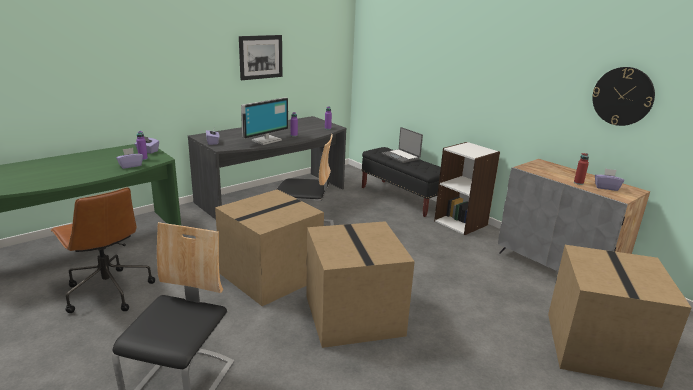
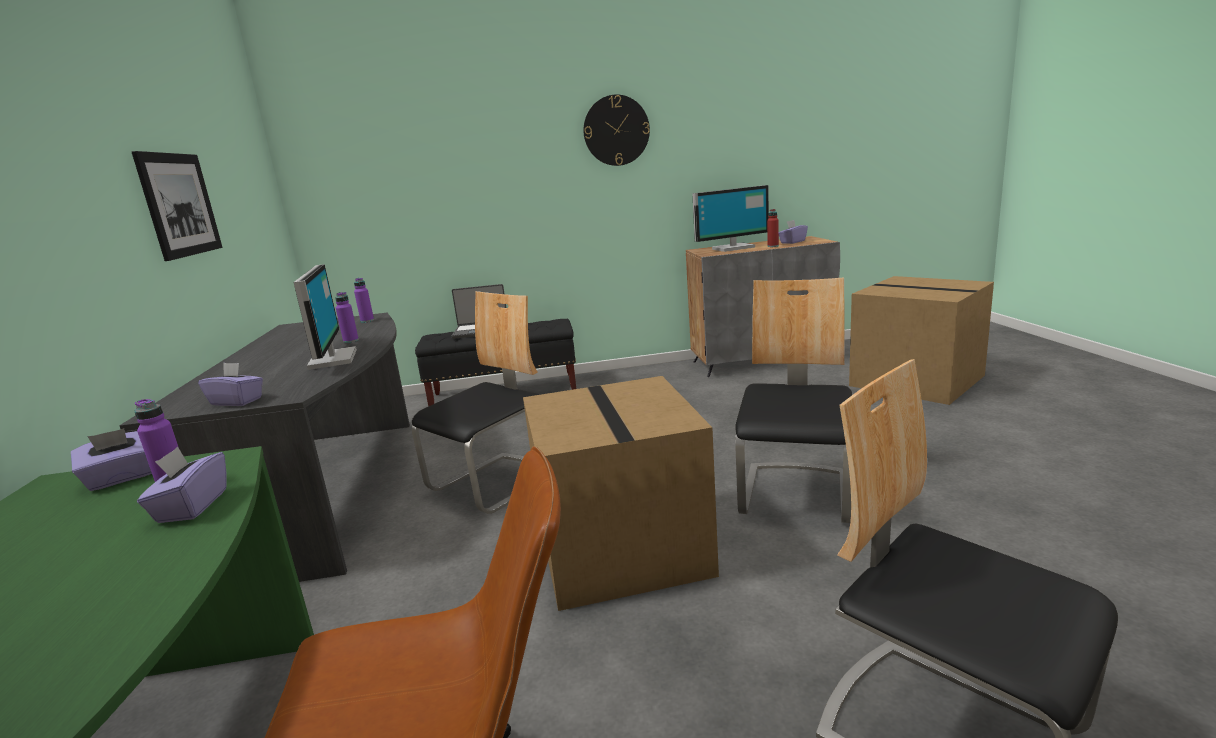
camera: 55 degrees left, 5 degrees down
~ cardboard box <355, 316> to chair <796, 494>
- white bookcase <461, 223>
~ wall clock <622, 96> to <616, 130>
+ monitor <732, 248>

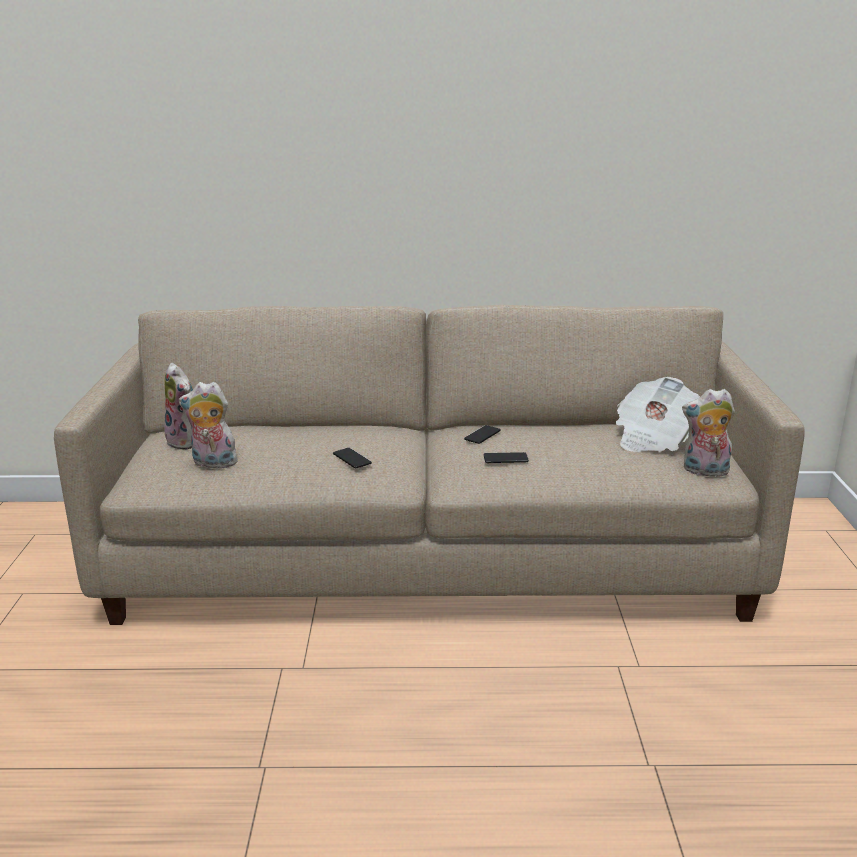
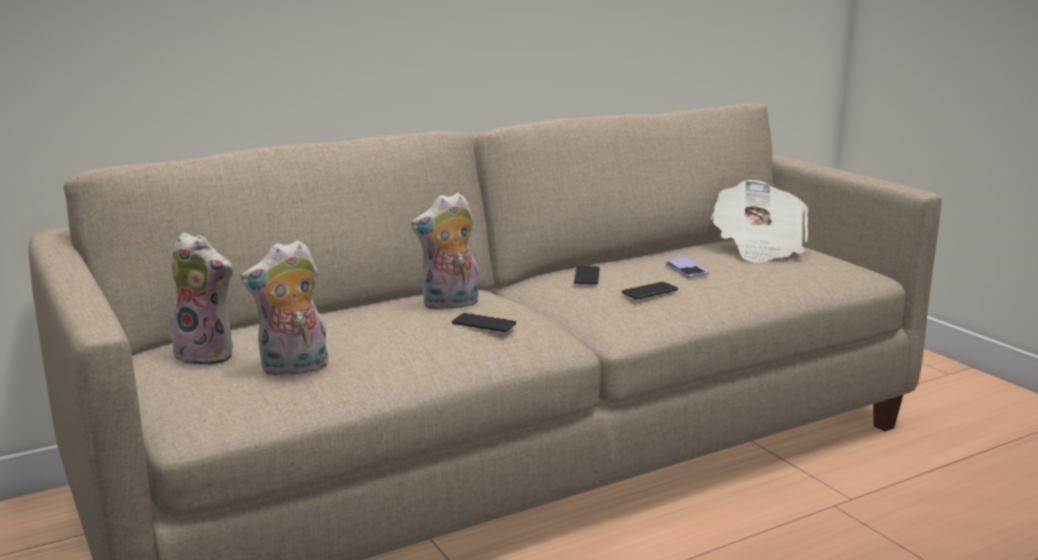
camera: 30 degrees left, 5 degrees down
~ plush toy <704, 472> to <450, 305>
+ phone <686, 270>

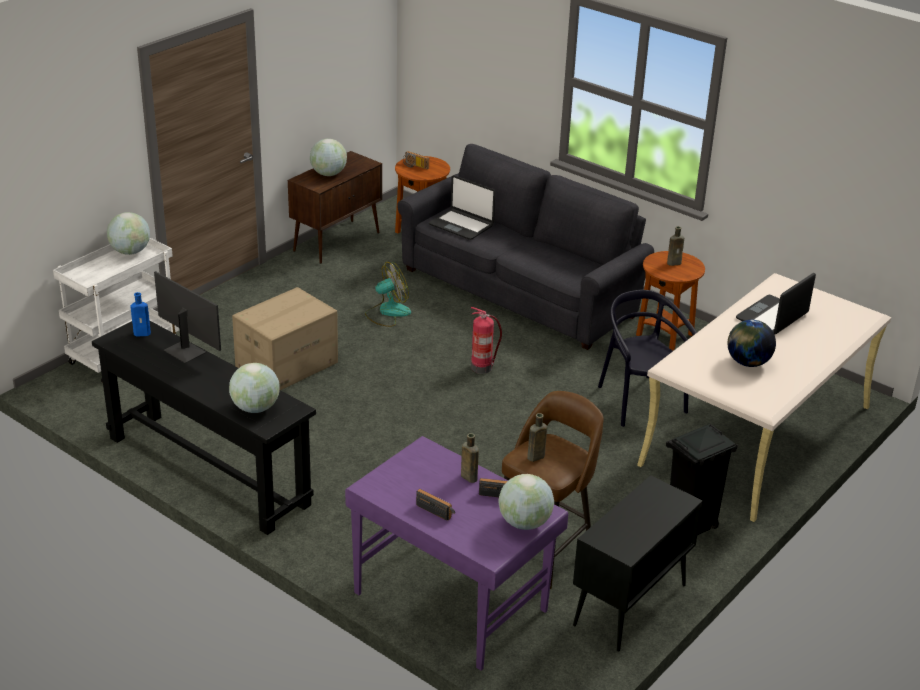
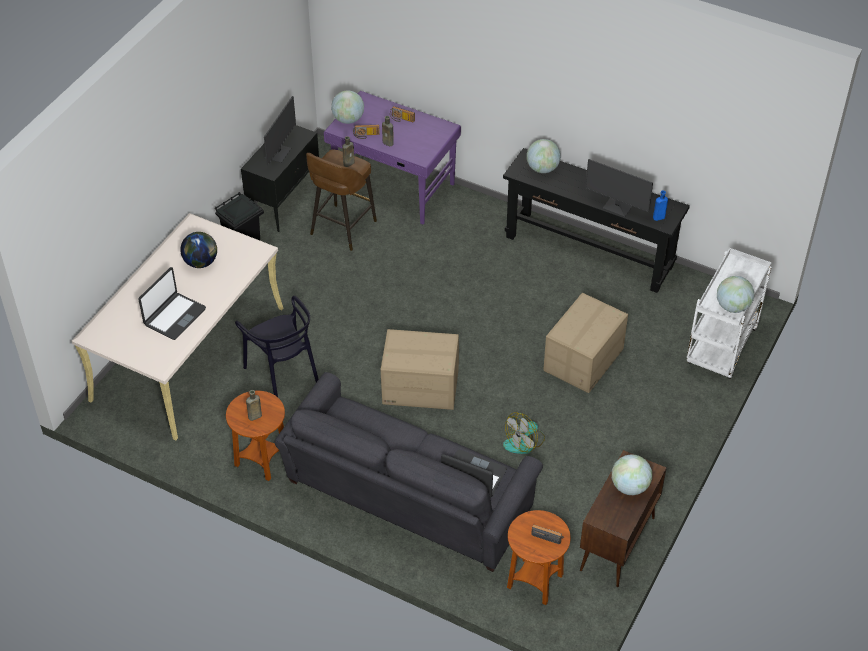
camera: 170 degrees right, 15 degrees up
~ fire extinguisher <482, 368> to cardboard box <420, 387>
+ monitor <278, 153>

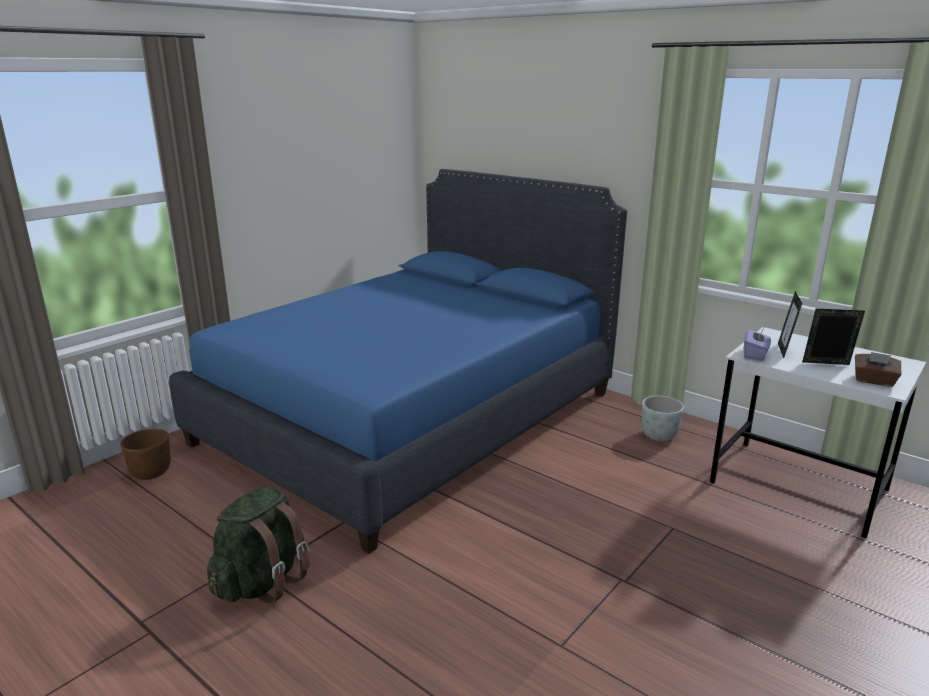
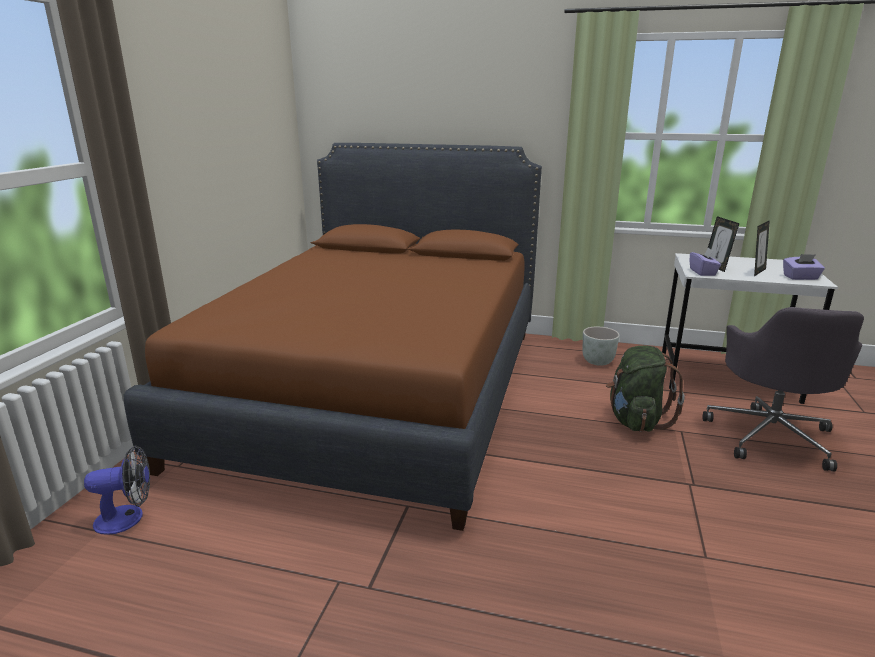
camera: 25 degrees left, 0 degrees up
~ brown planter <151, 473> to fan <128, 518>
~ blue bed <413, 417> to brown bed <379, 390>
~ green backpack <262, 582> to <635, 420>
~ picture frame <826, 365> = <756, 272> 150 degrees clockwise
~ brown tissue box <874, 381> to purple tissue box <800, 277>
+ grey office chair <770, 435>

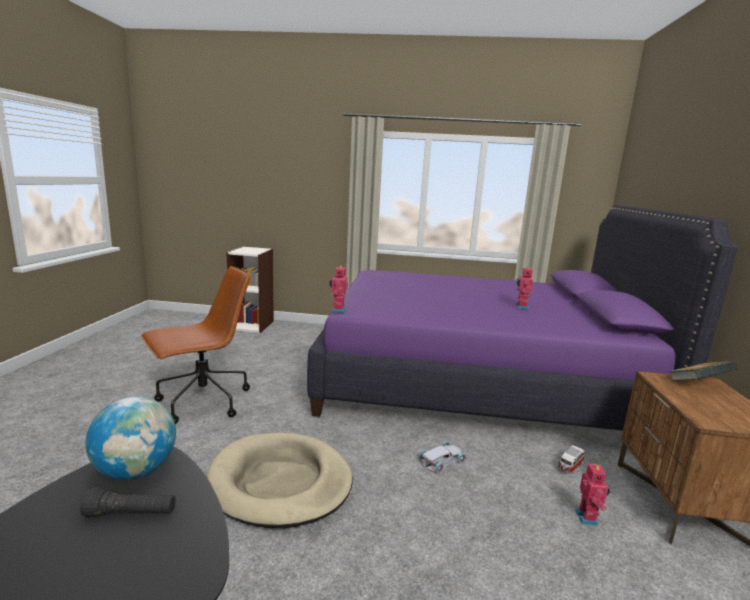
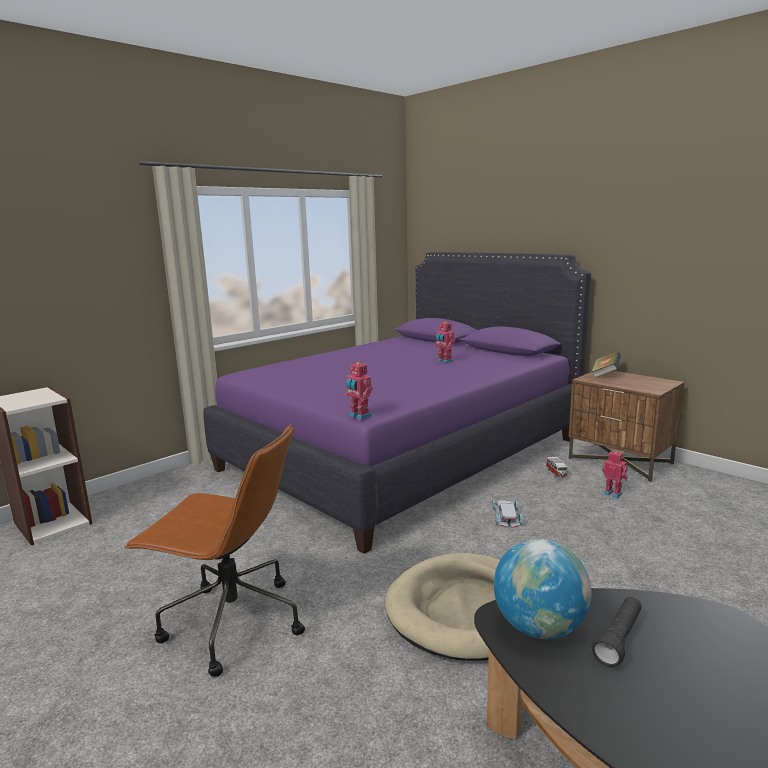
camera: 50 degrees left, 0 degrees up
~ brown office chair <202, 402> = <231, 623> 105 degrees clockwise

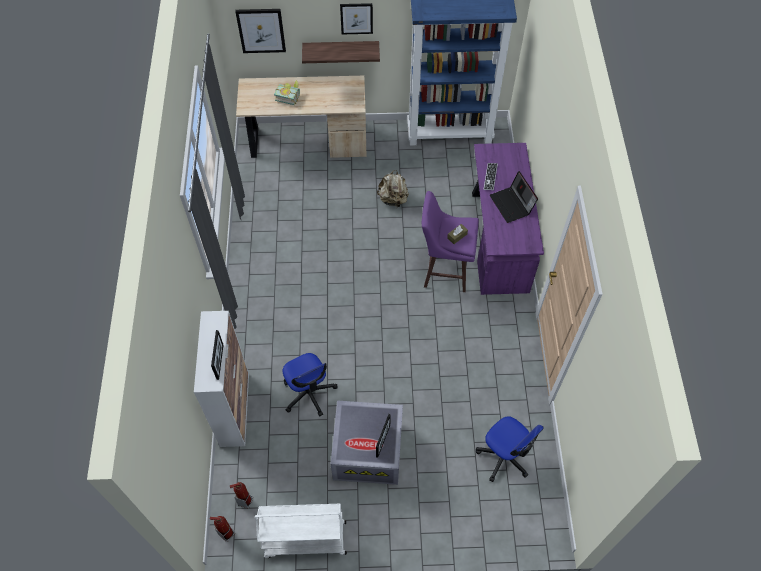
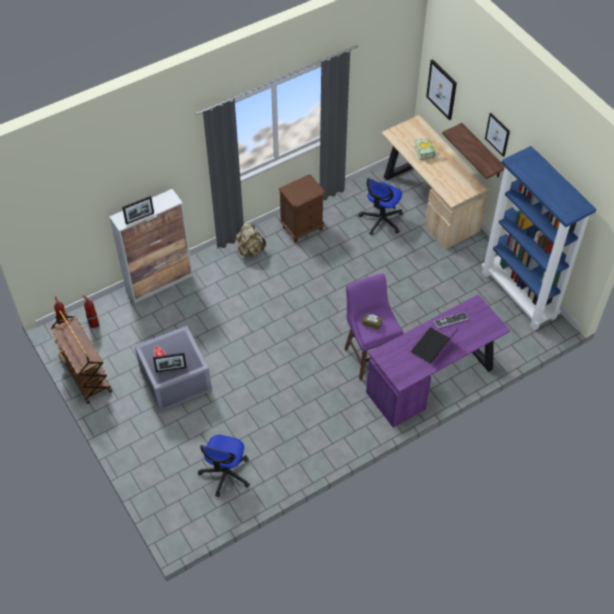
camera: 60 degrees right, 5 degrees down
~ white cart <304, 540> to brown cart <85, 374>
~ office chair <309, 393> to <381, 220>
~ beige backpack <393, 199> to <250, 250>
+ brown nightstand <302, 228>

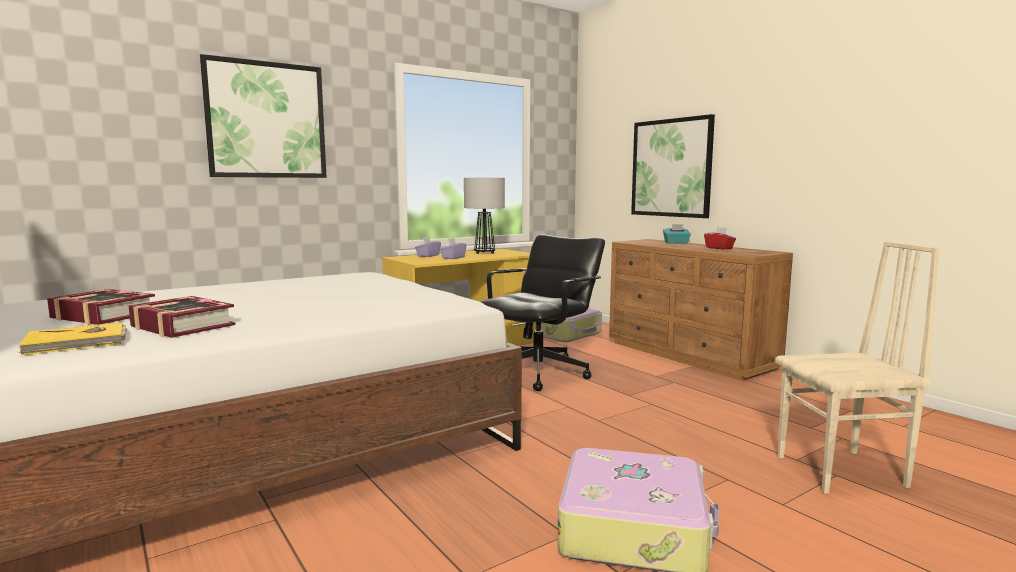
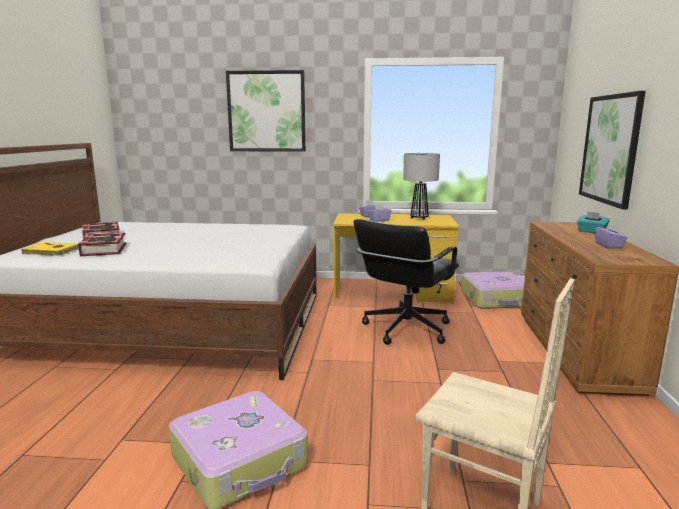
camera: 40 degrees right, 5 degrees up
~ black office chair <539, 373> = <405, 329> 135 degrees clockwise
~ red tissue box <719, 248> to purple tissue box <609, 246>

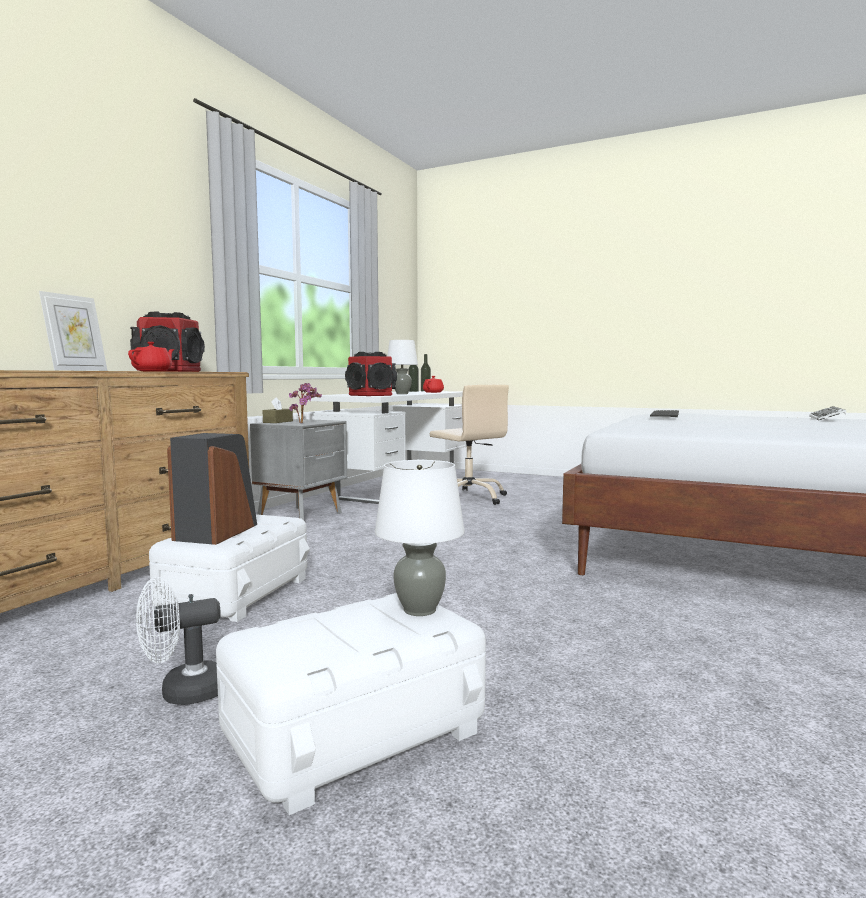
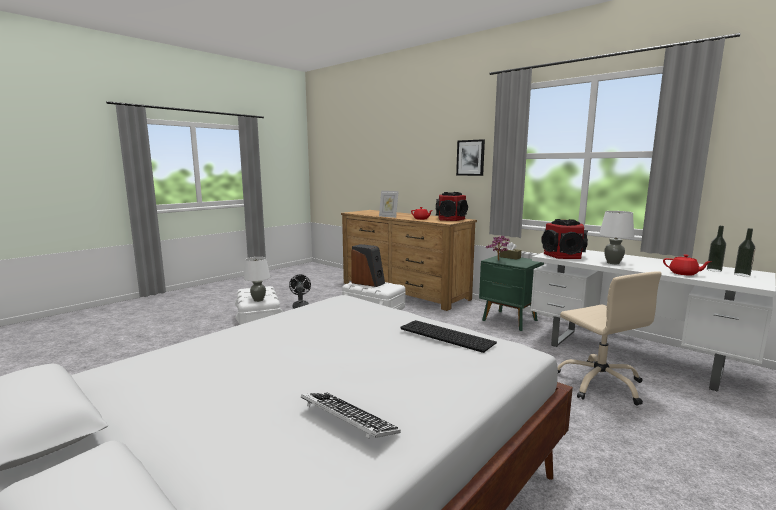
camera: 105 degrees right, 5 degrees up
~ white fan <183, 693> to black fan <300, 306>
~ grey nightstand <302, 516> to green nightstand <509, 321>
~ beige office chair <469, 498> = <600, 383> 90 degrees counterclockwise
+ picture <470, 158>

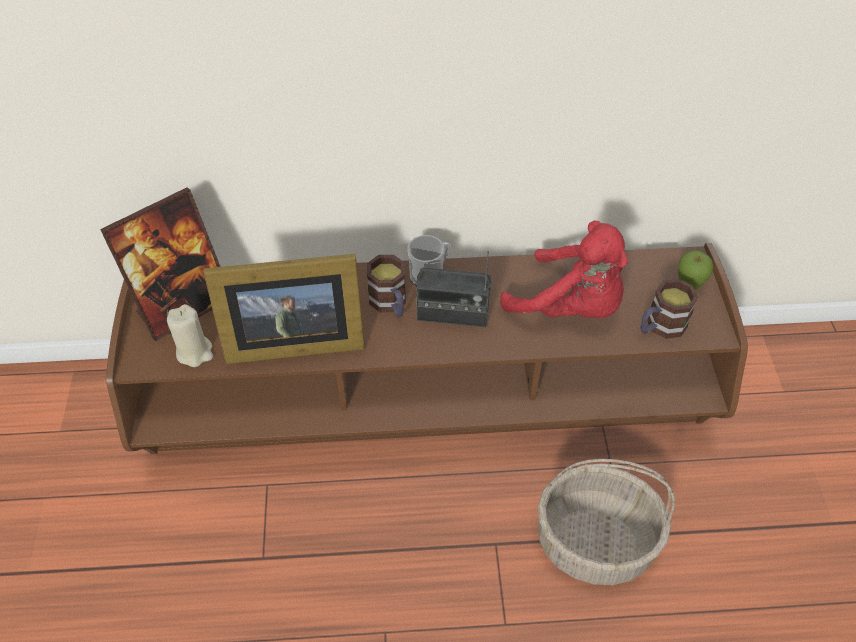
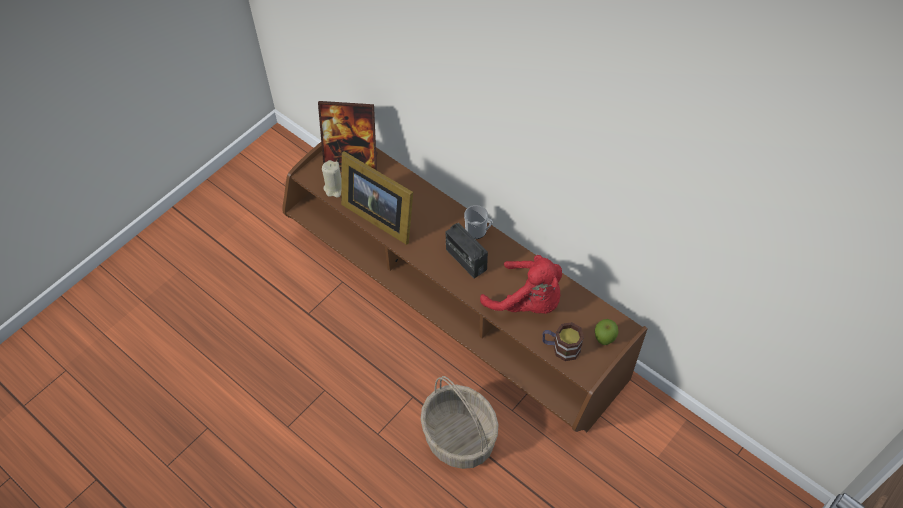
camera: 45 degrees right, 5 degrees up
- mug <390, 304>
~ red plush toy <570, 307> = <527, 302> 45 degrees counterclockwise

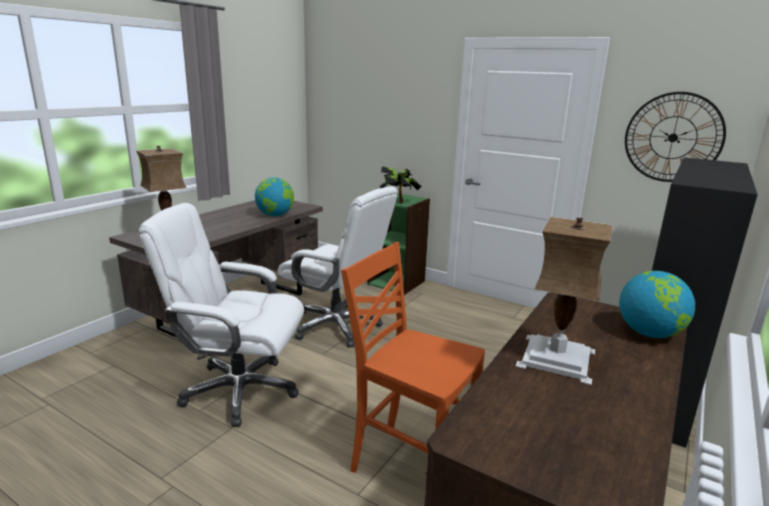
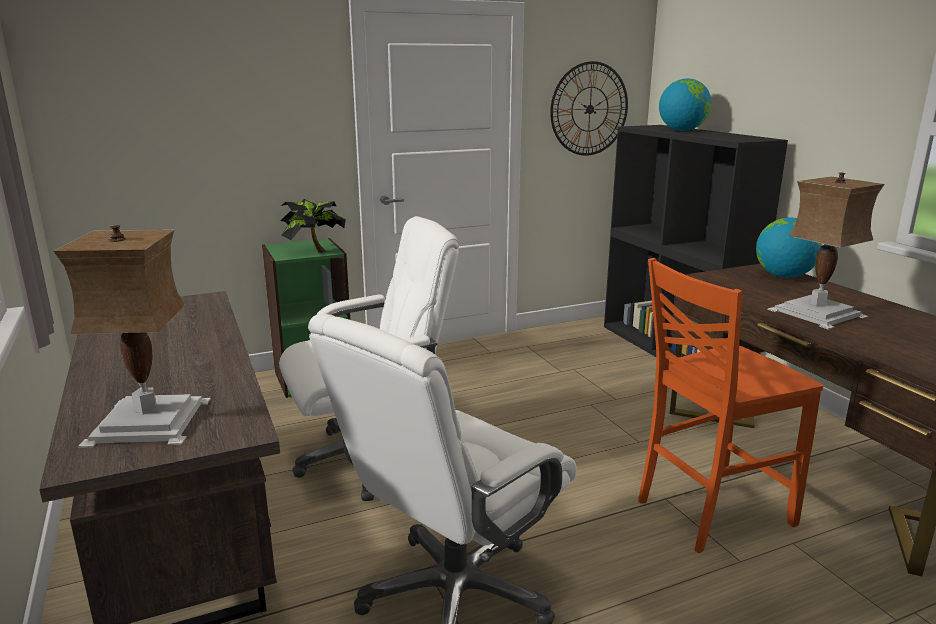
camera: 55 degrees left, 0 degrees up
~ globe <275, 215> to <682, 130>

